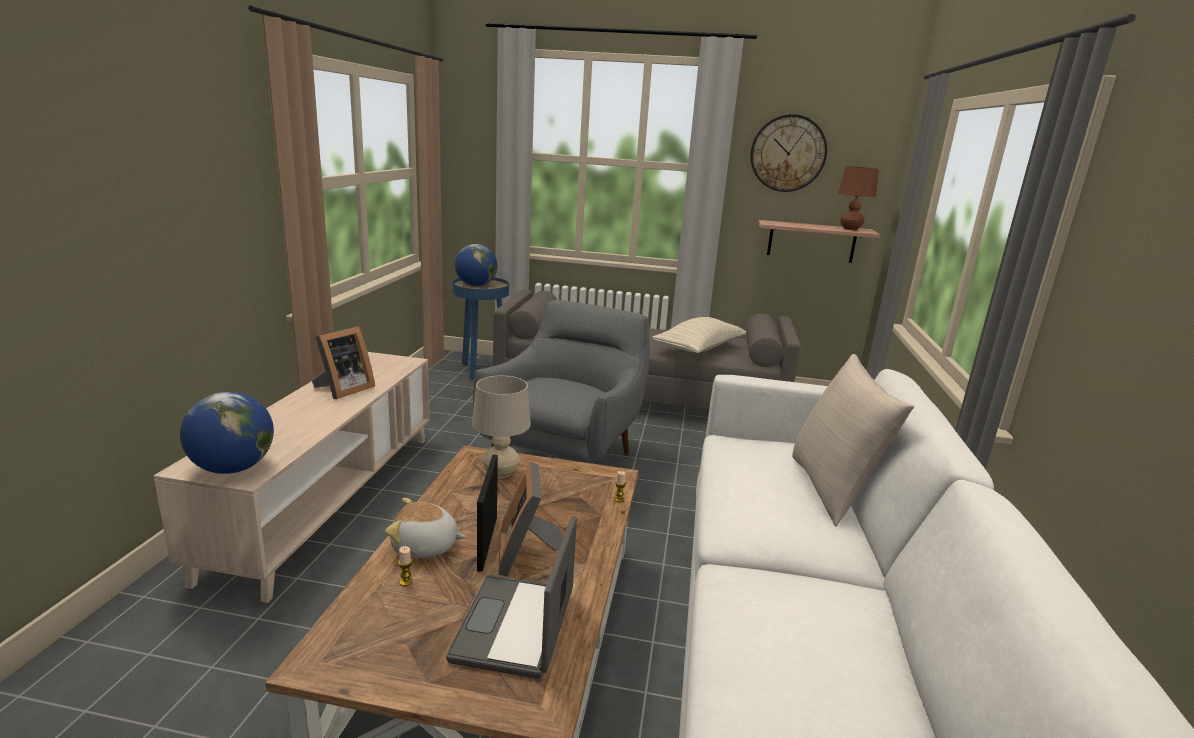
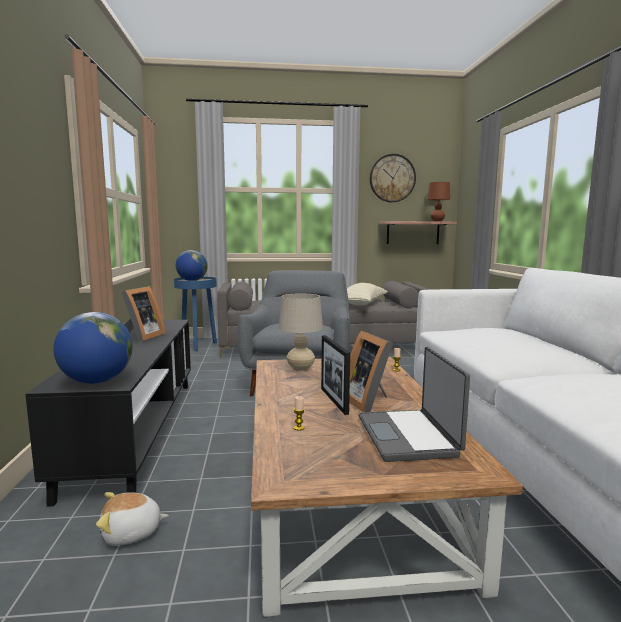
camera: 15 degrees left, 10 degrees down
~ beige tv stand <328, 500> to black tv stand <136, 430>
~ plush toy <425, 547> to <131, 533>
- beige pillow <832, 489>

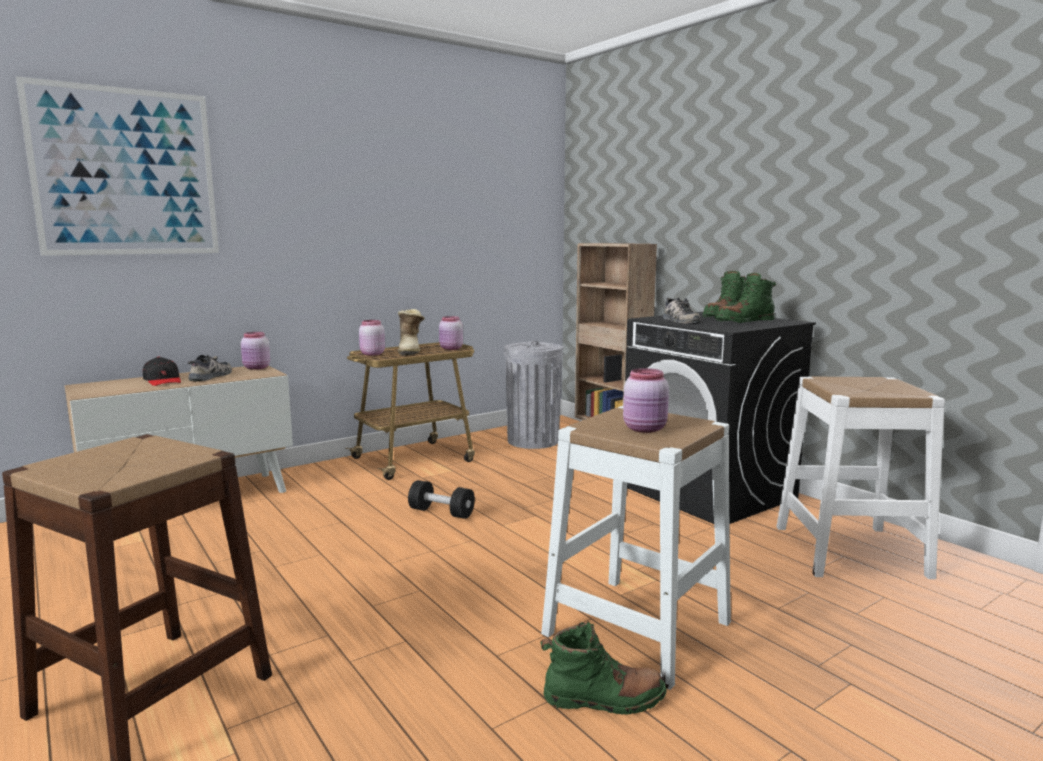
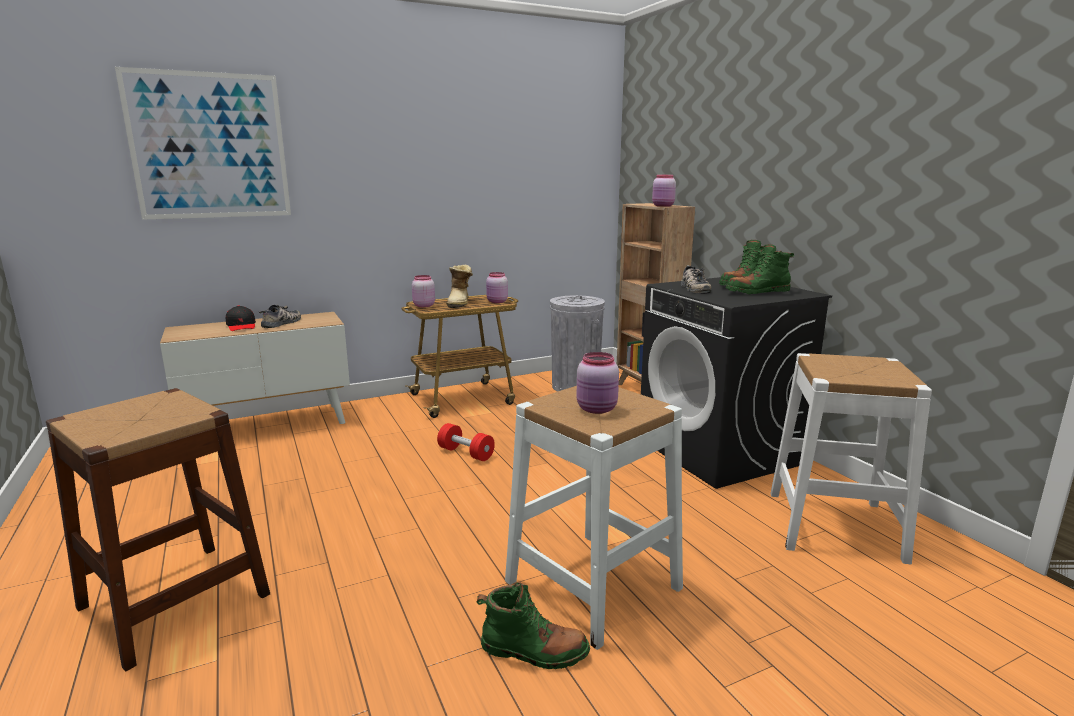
camera: 10 degrees right, 5 degrees up
~ pink jar <256, 368> to <663, 206>
~ black dumbbell <441, 512> to red dumbbell <466, 453>

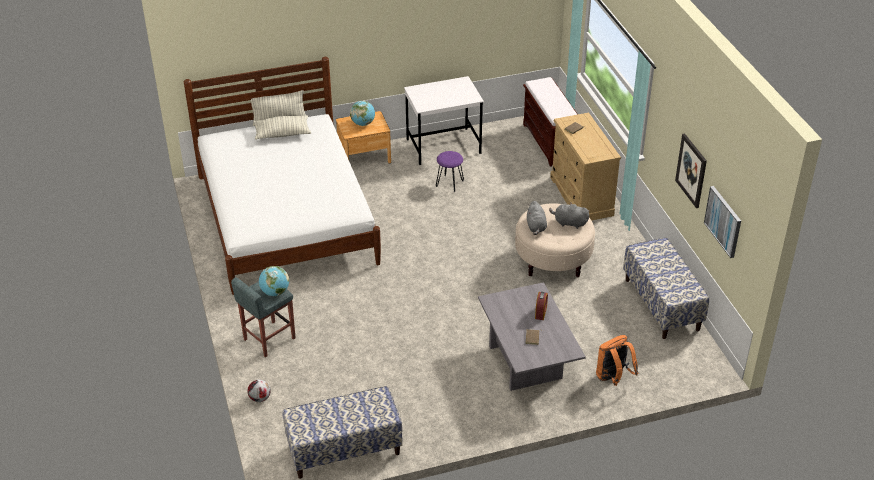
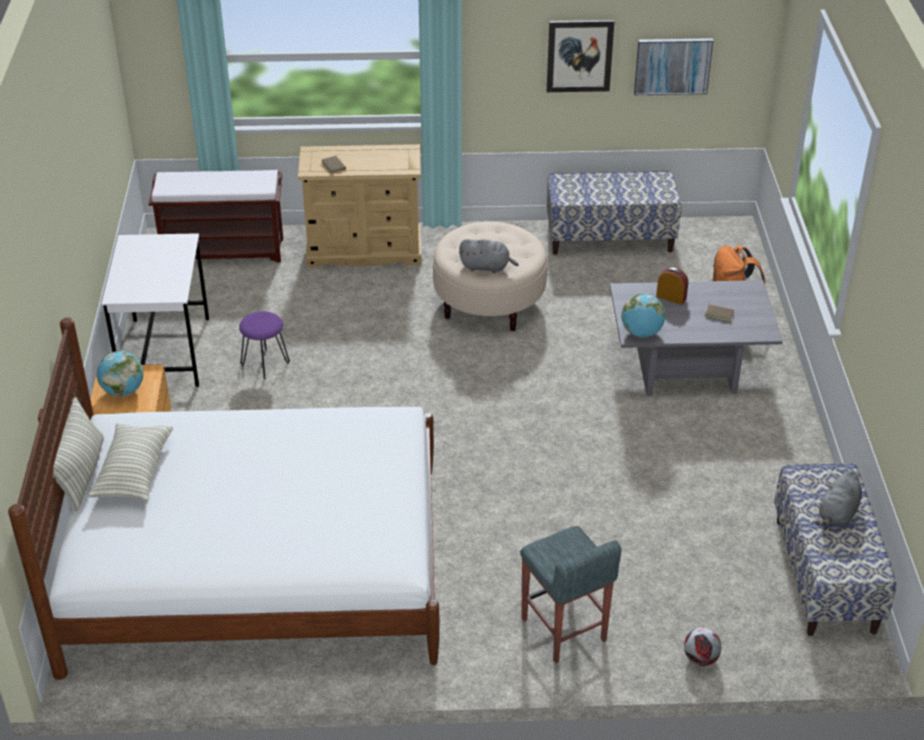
camera: 75 degrees left, 0 degrees up
~ globe <275, 292> to <641, 333>
~ grey plush toy <569, 223> to <837, 514>

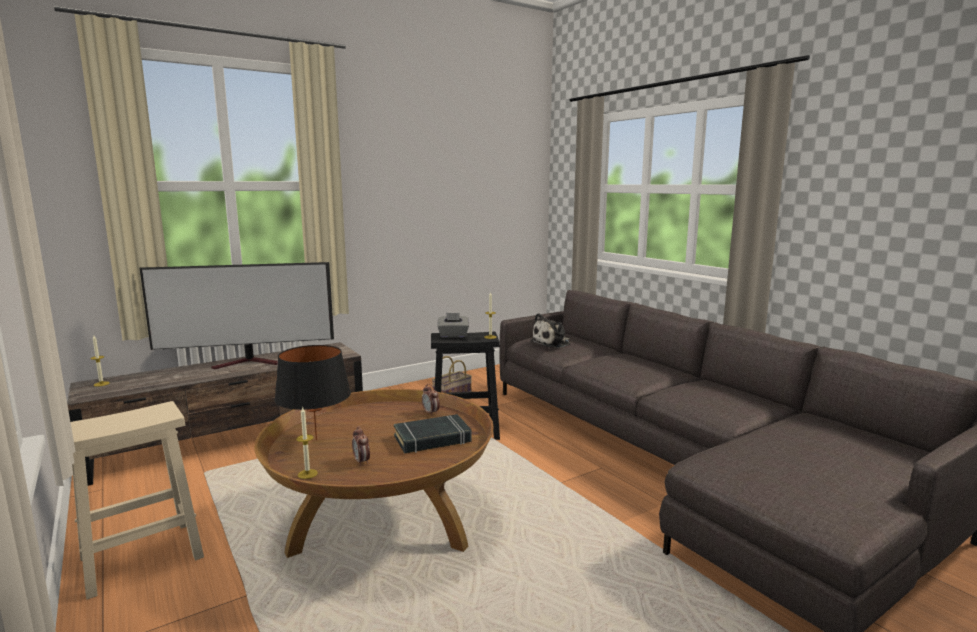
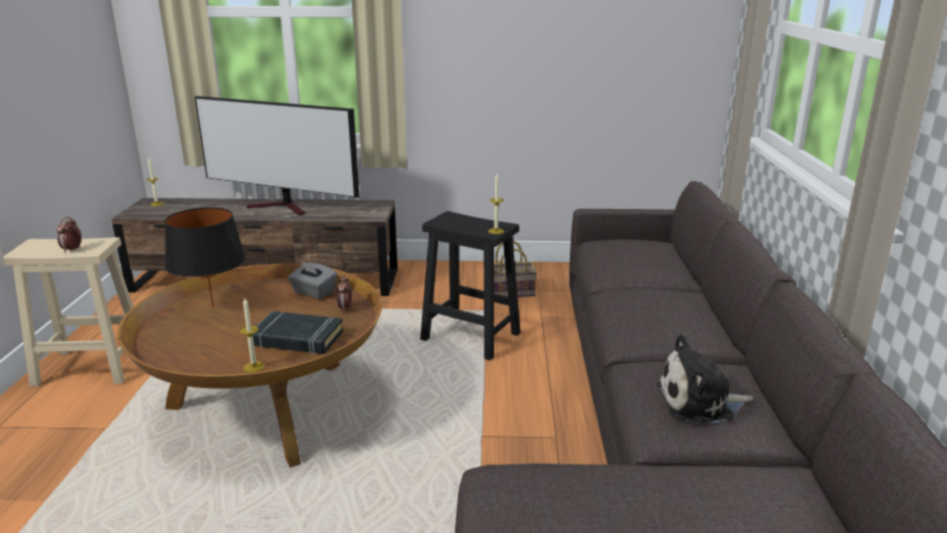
camera: 35 degrees right, 10 degrees up
~ candle <307, 474> to <254, 367>
~ alarm clock <361, 461> to <72, 250>
~ grey tissue box <453, 335> to <313, 292>
~ plush toy <552, 343> to <700, 403>

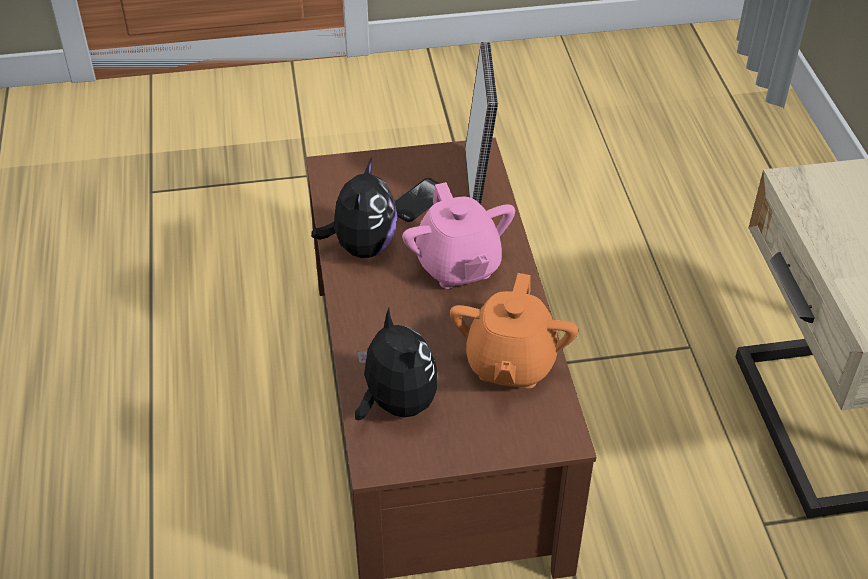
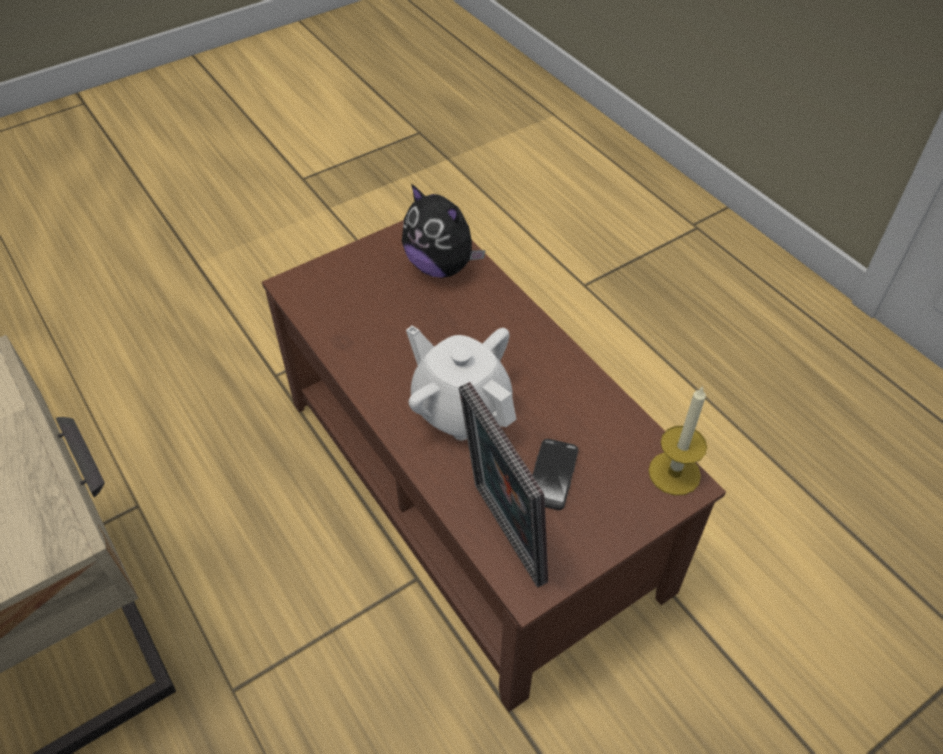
camera: 155 degrees right, 5 degrees up
- plush toy <362, 246>
~ pink teapot <458, 266> to white teapot <461, 408>
- orange teapot <510, 364>
+ candle <674, 473>

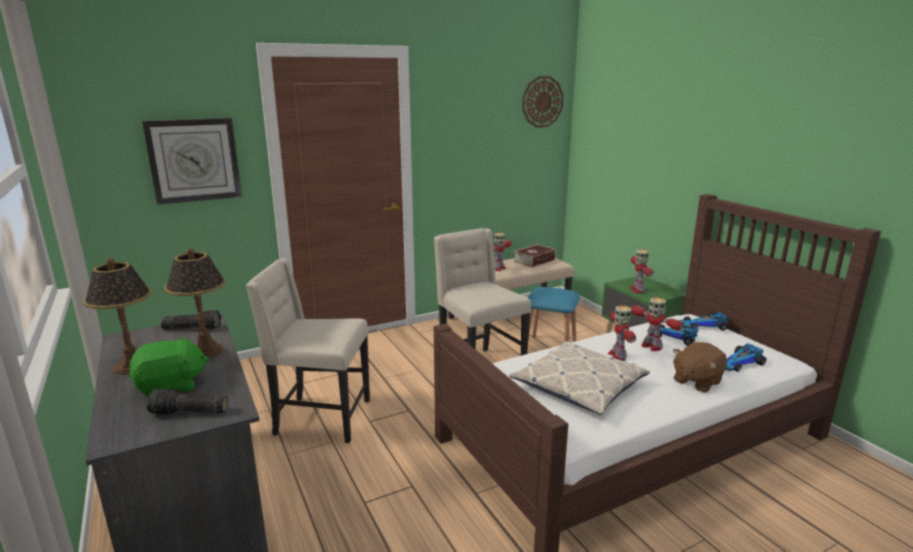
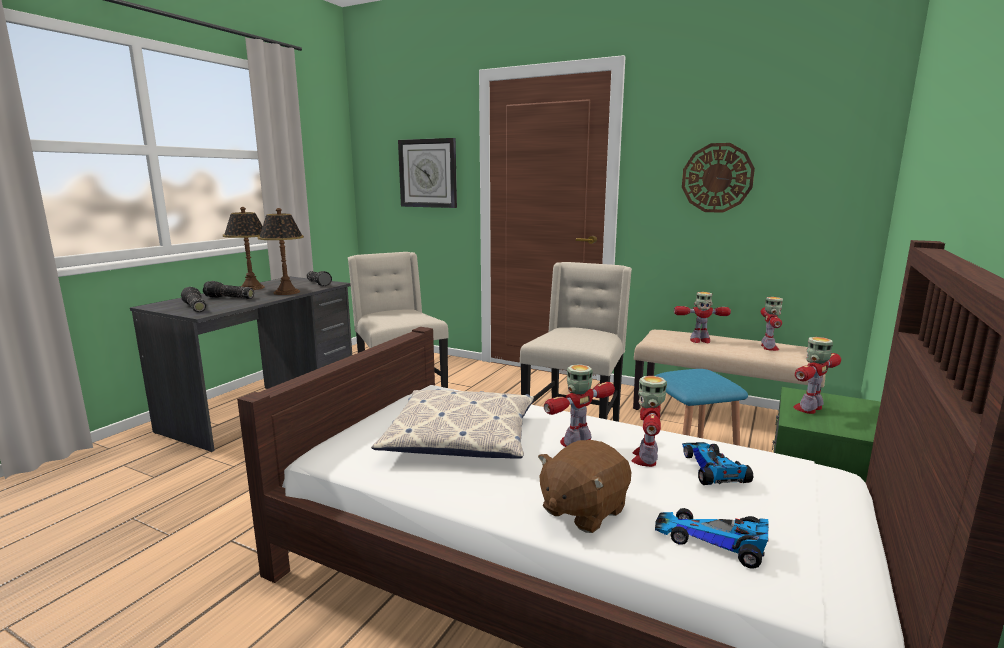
camera: 55 degrees right, 5 degrees down
~ green plush toy <171, 386> to flashlight <229, 298>
~ book <534, 261> to toy robot <769, 347>
~ wall clock <542, 102> to <717, 178>
~ brown plush toy <696, 381> = <582, 510> 60 degrees counterclockwise
- toy car <702, 326>

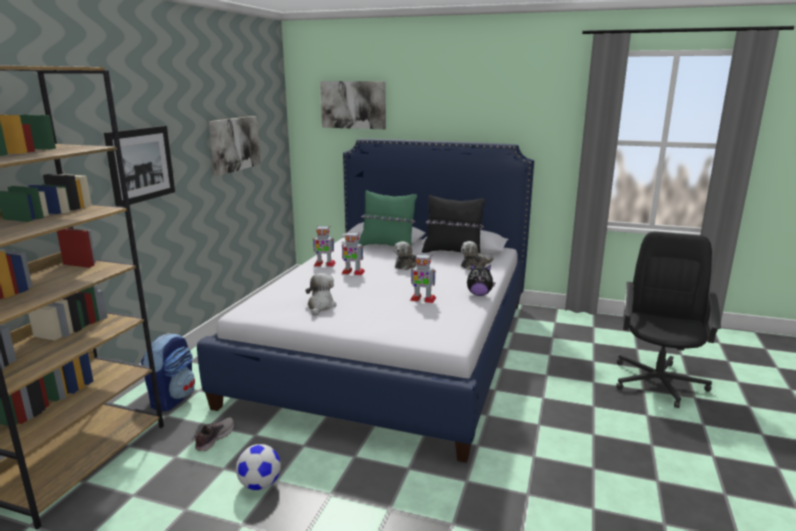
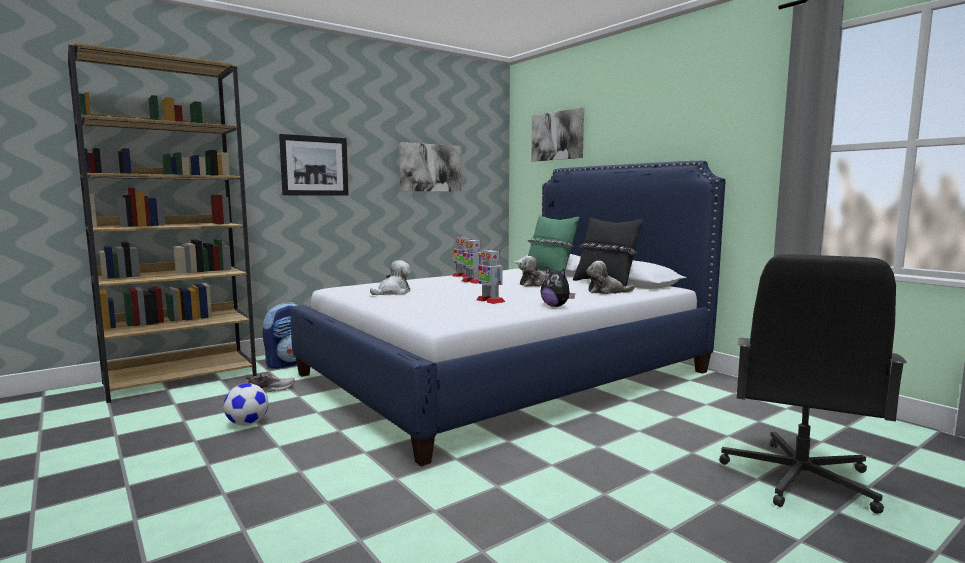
camera: 35 degrees right, 10 degrees down
~ black office chair <658, 382> = <798, 479> 150 degrees clockwise

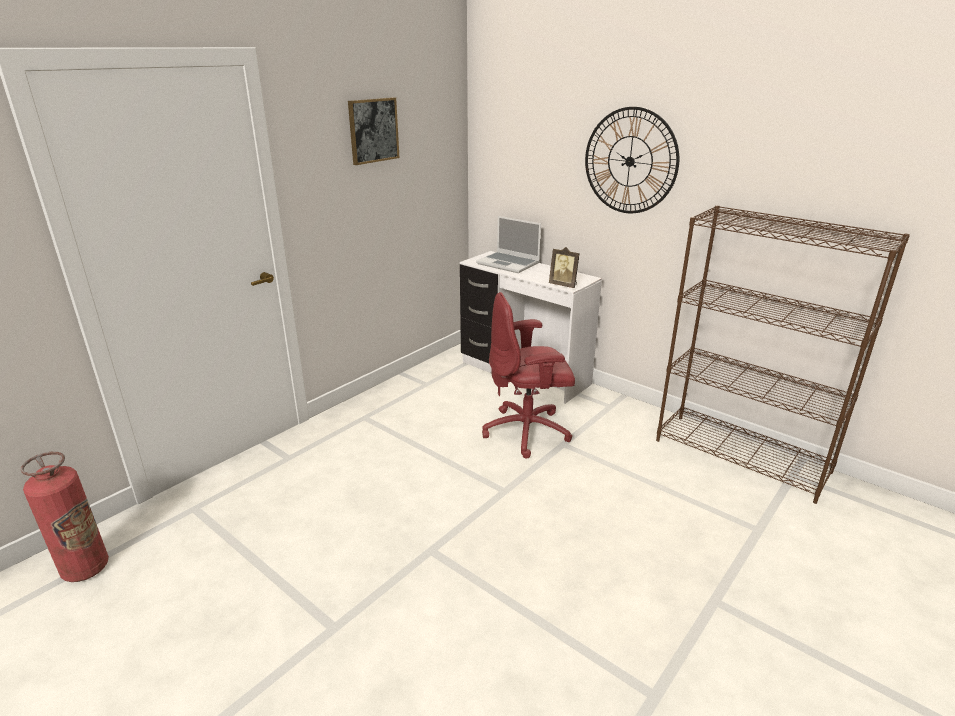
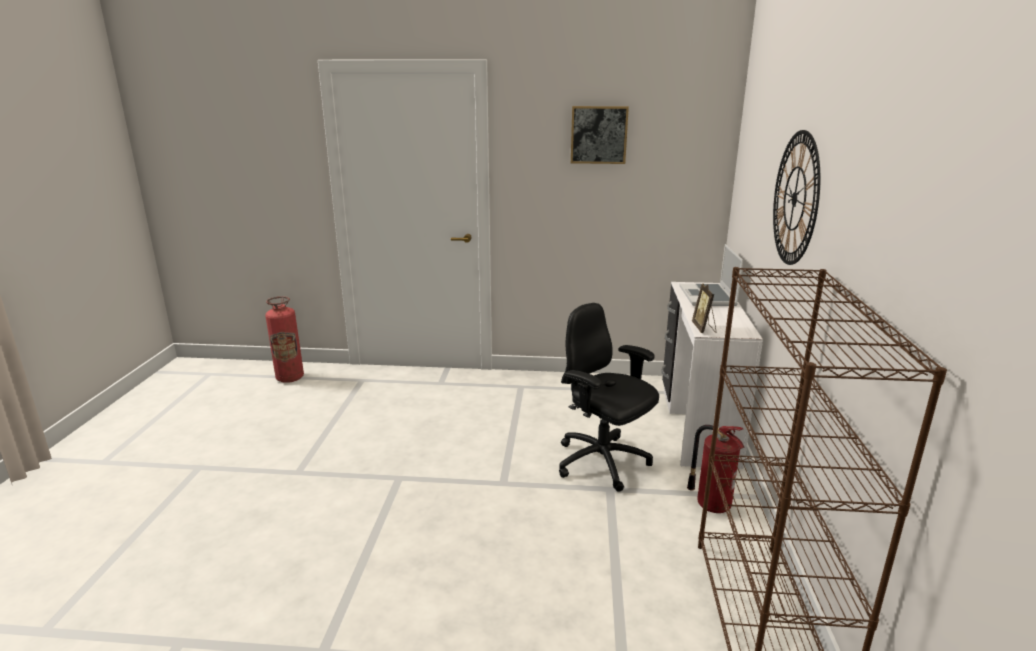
camera: 55 degrees right, 5 degrees down
~ red office chair <528, 432> to black office chair <602, 463>
+ fire extinguisher <711, 504>

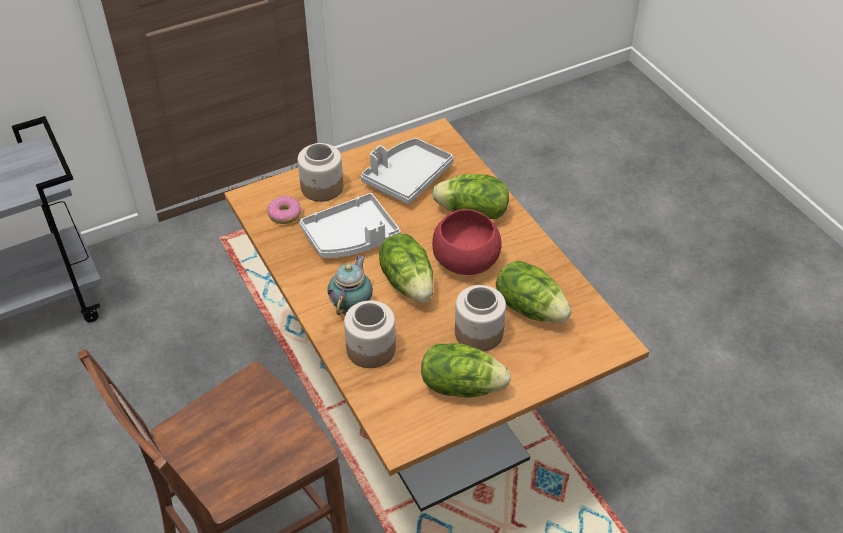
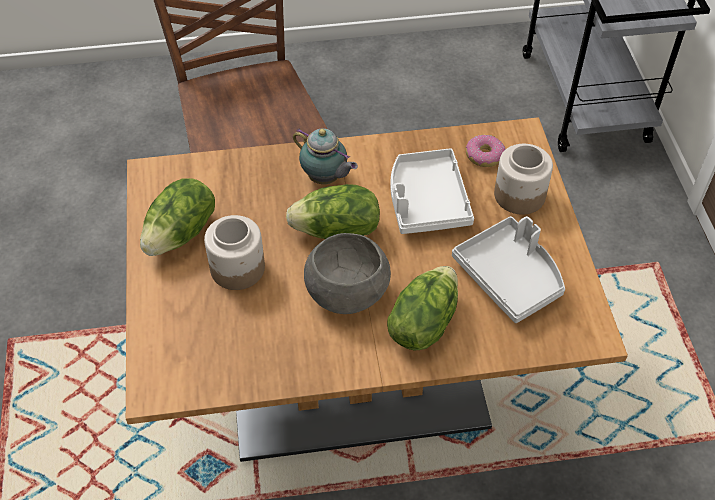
camera: 110 degrees right, 5 degrees up
- jar <371, 349>
~ red bowl <465, 260> to grey bowl <348, 290>
- lettuce <530, 307>

